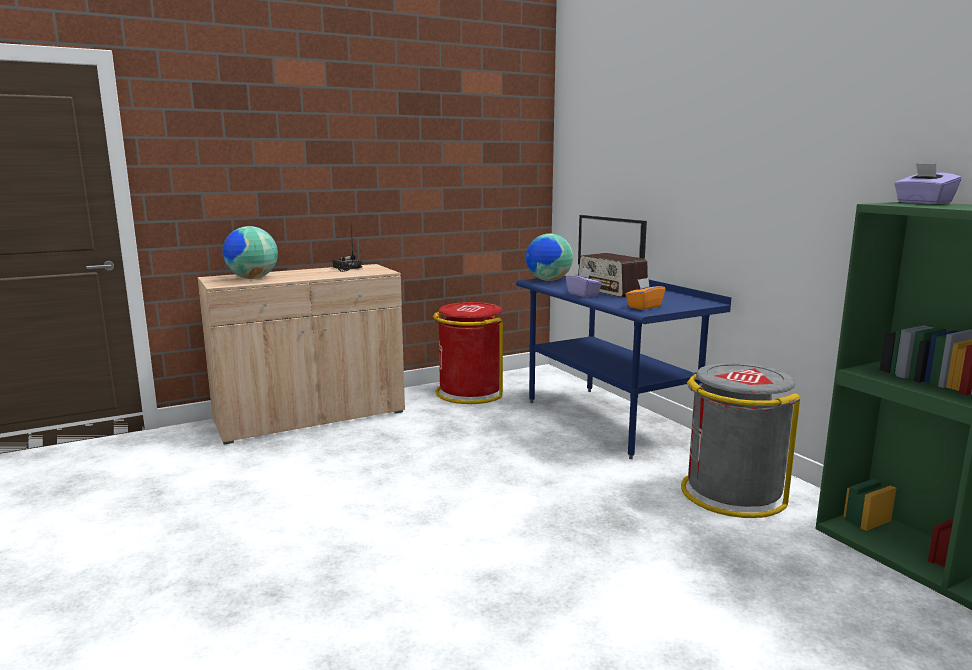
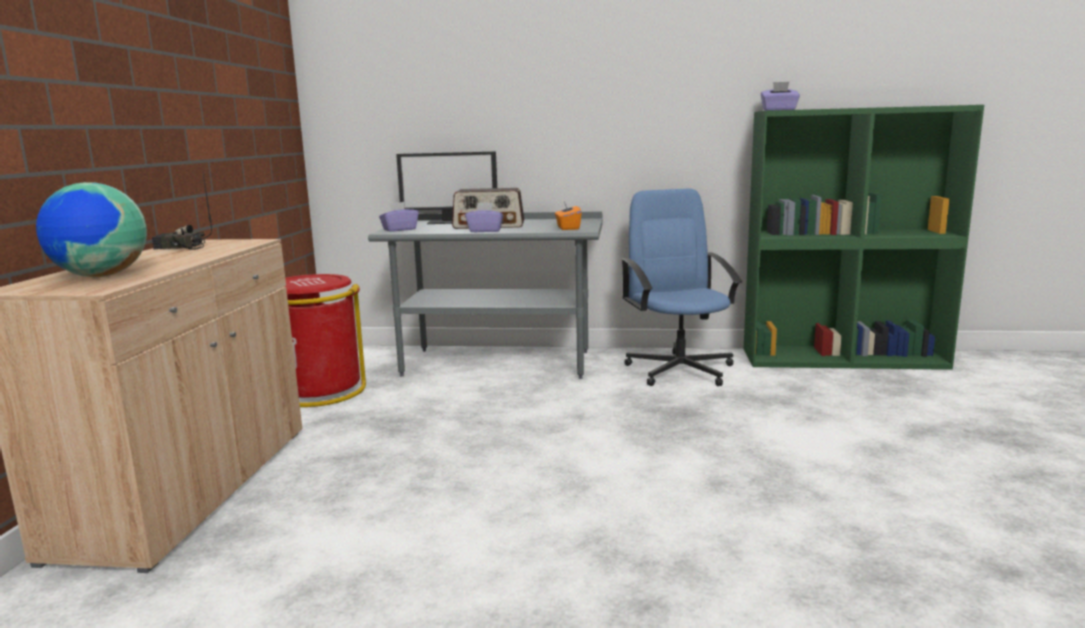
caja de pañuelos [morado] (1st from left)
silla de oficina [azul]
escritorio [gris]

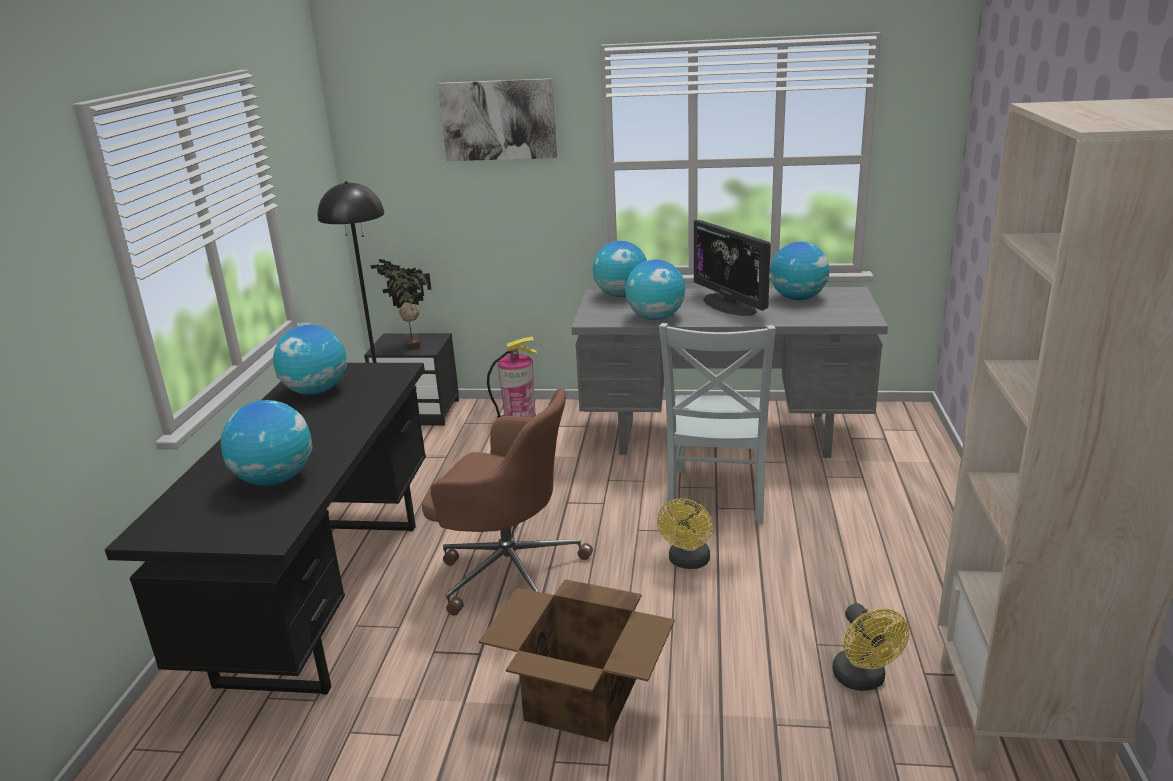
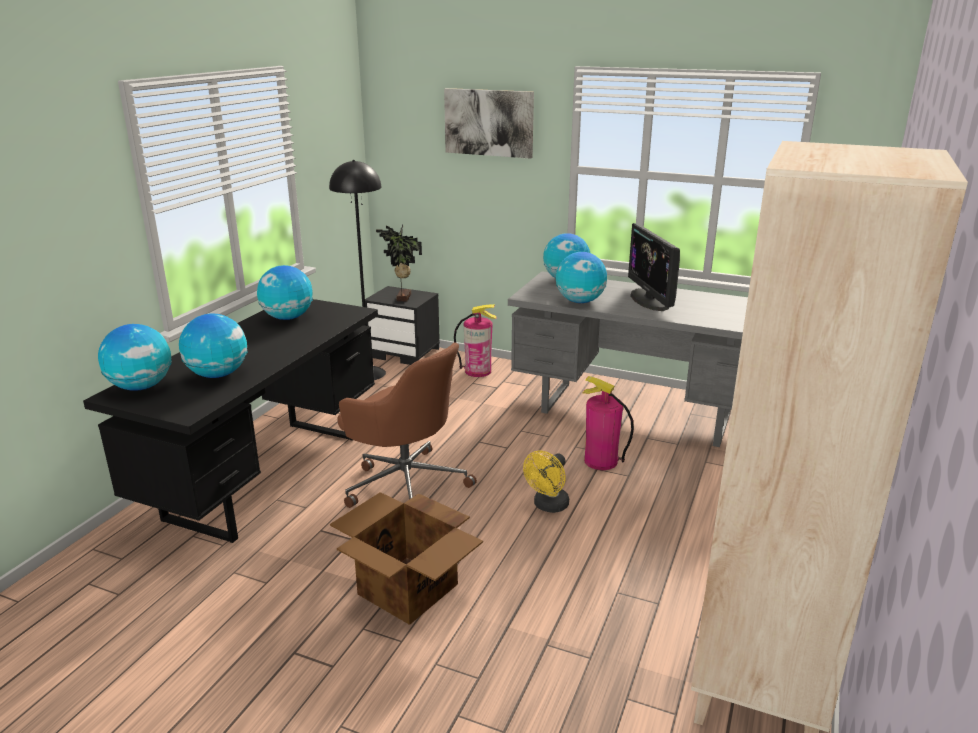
ventilador [amarillo] (2nd from left in the first image)
globo terráqueo (1st from left)
extintor (2nd from left)

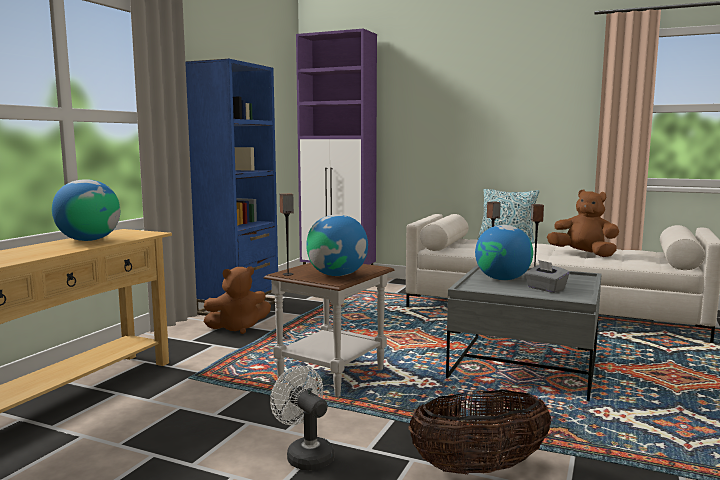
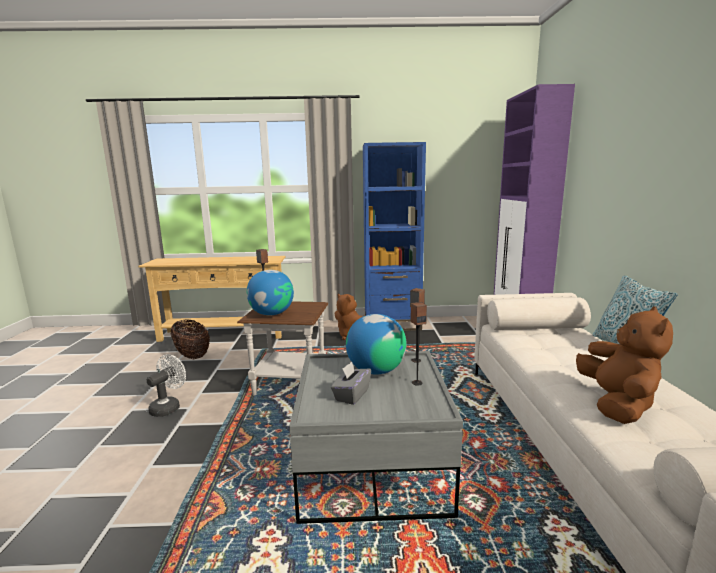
globo terráqueo (1st from left in the first image)
cesta

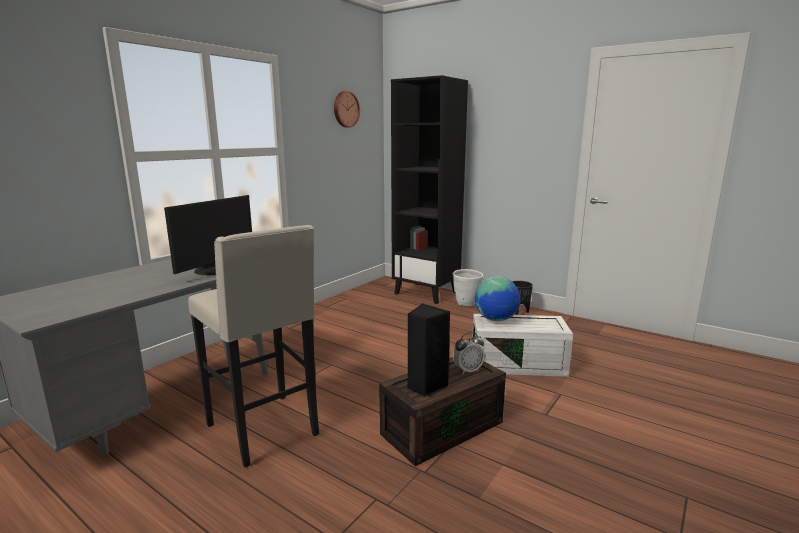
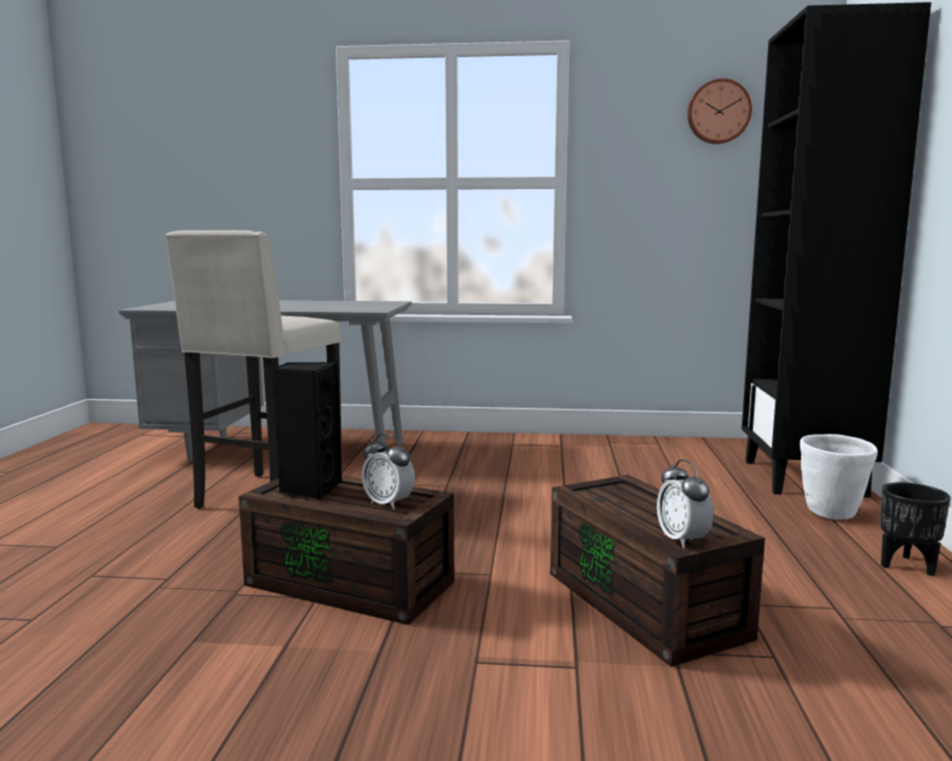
monitor
globo terráqueo
despertador (2nd from left)
caja de almacenaje [marrón] (2nd from left)

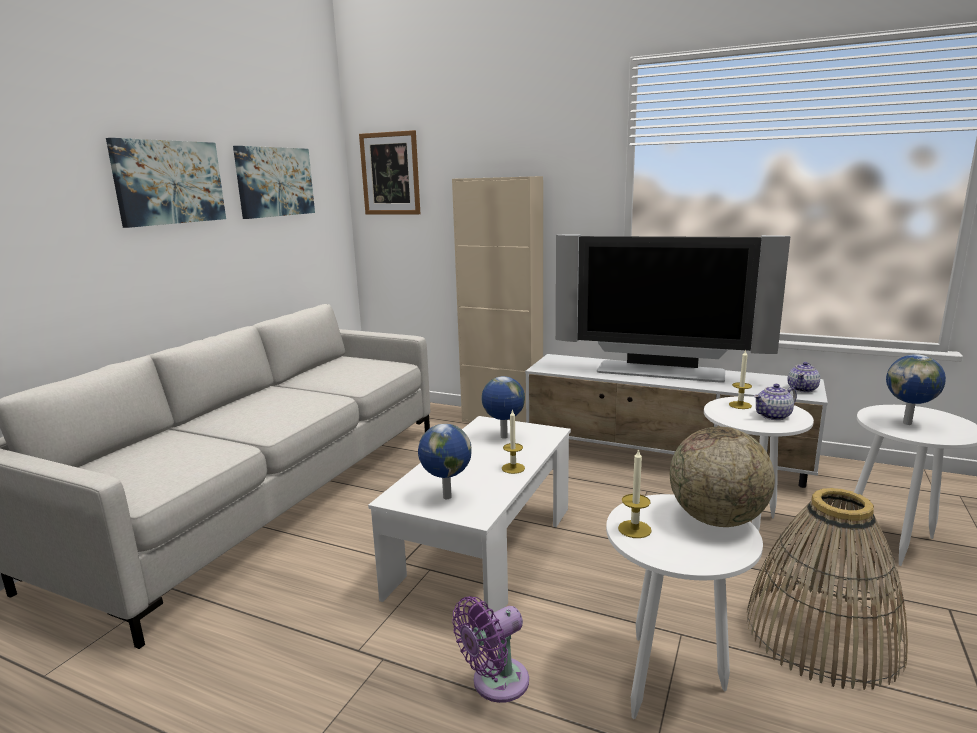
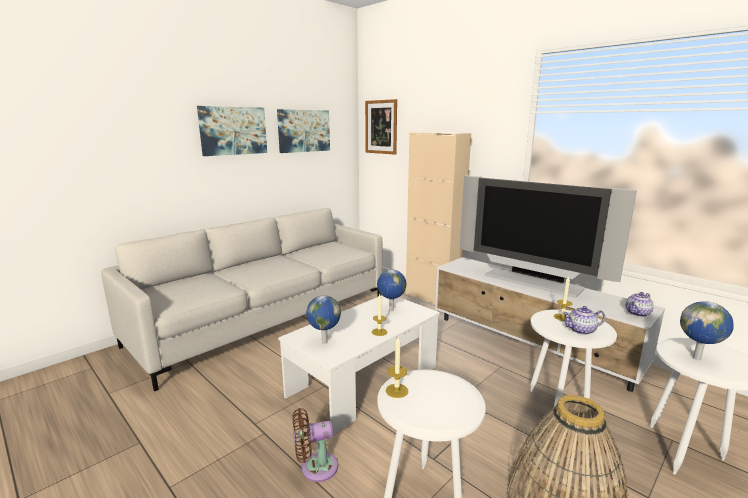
globo terráqueo (3rd from left in the first image)
ventilador [marrón]

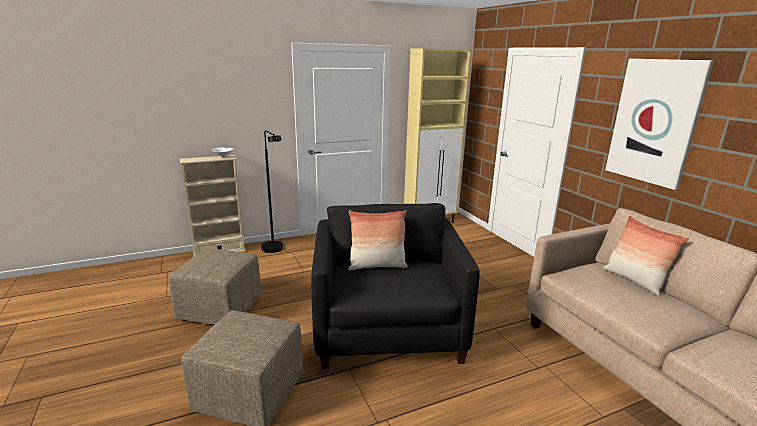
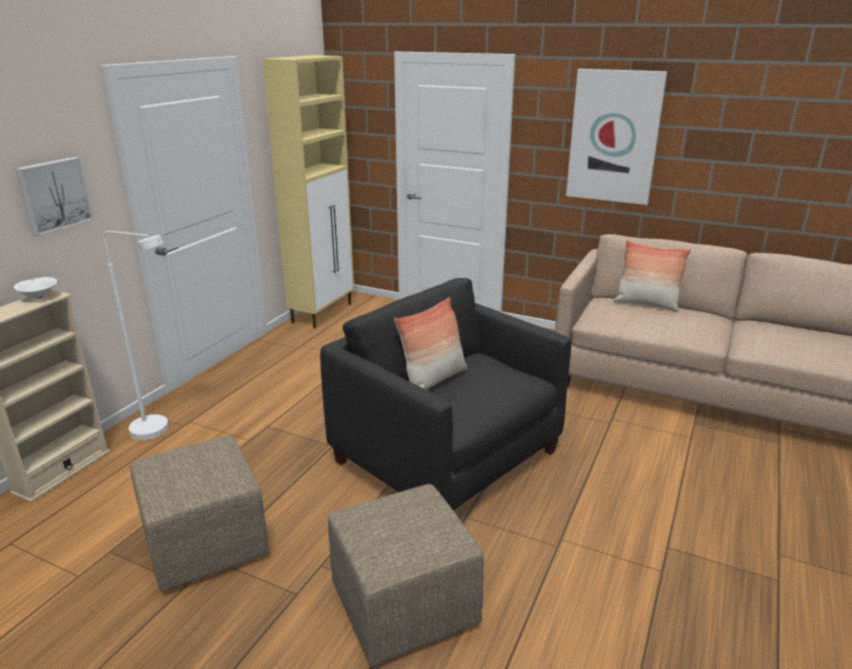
cuadro (1st from left)
lámpara de pie [blanco]

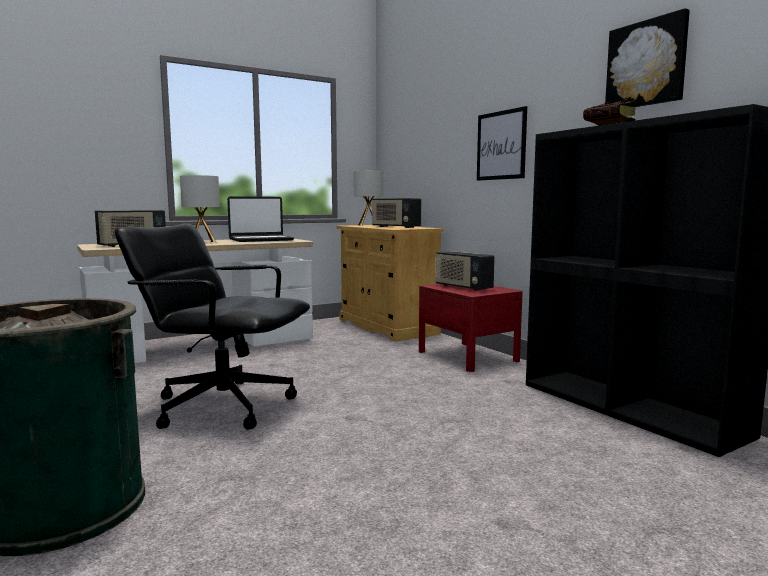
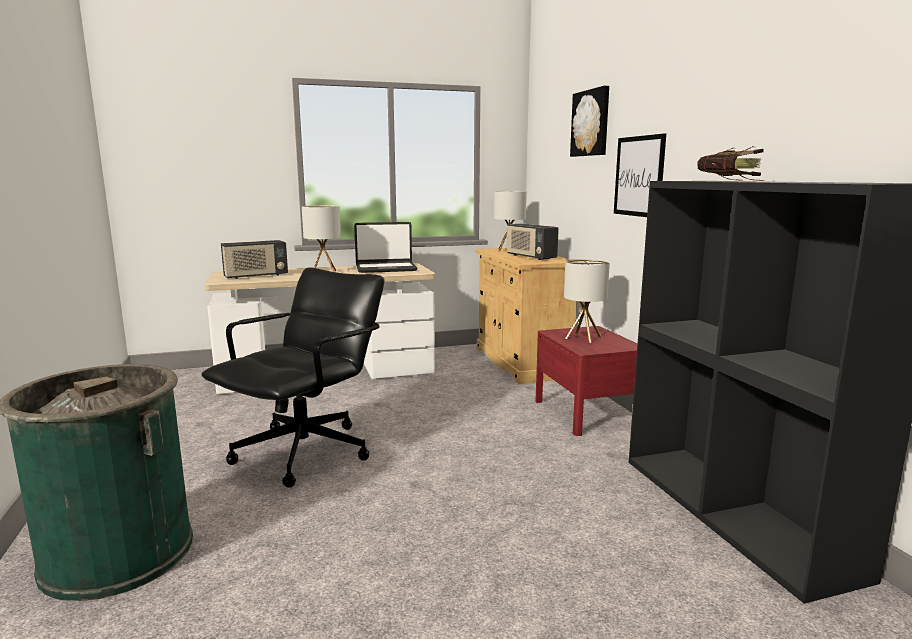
cuadro (1st from left)
lámpara de mesa (3rd from left)
silla de oficina [negro]

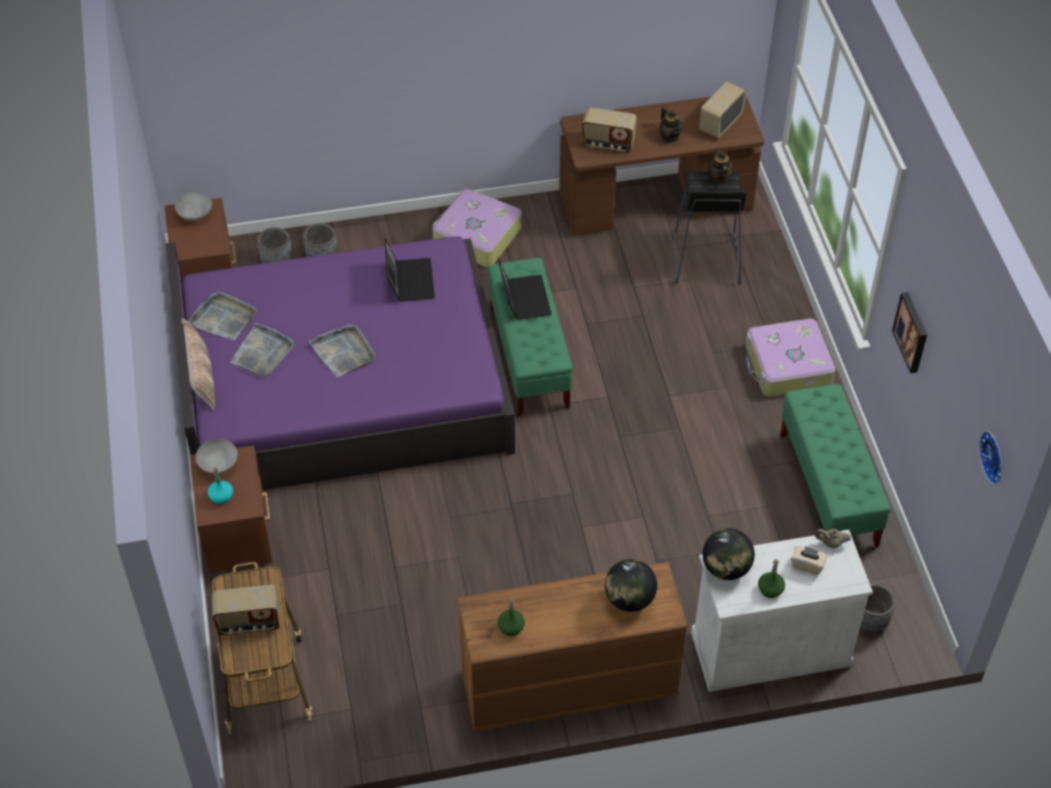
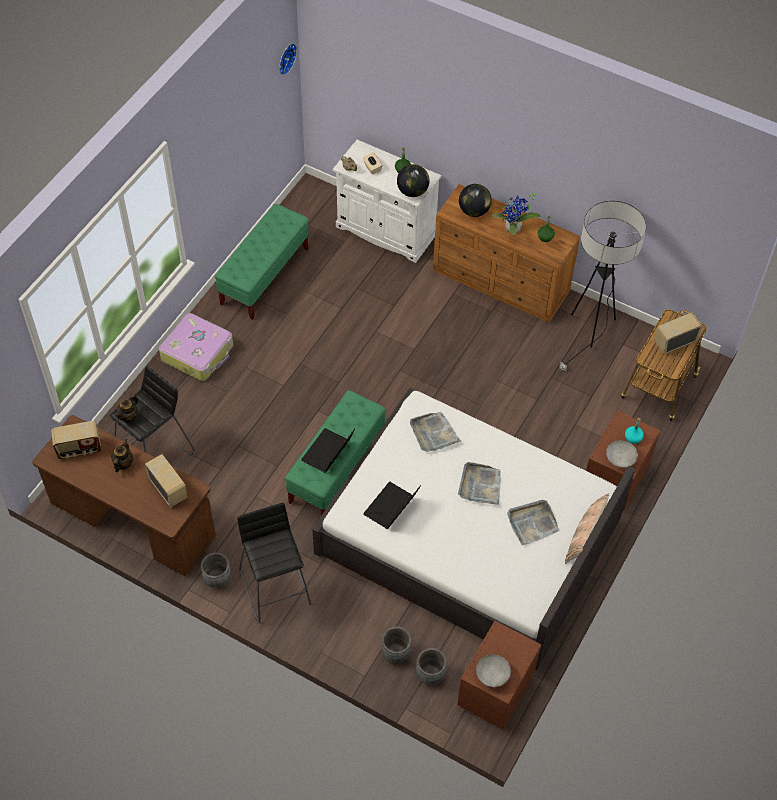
cuadro
planta en maceta
lámpara de pie
bandeja [gris] (1st from left)
maceta [gris] (1st from left)
taburete [negro] (2nd from left)
cama [blanco]
radio (3rd from left)

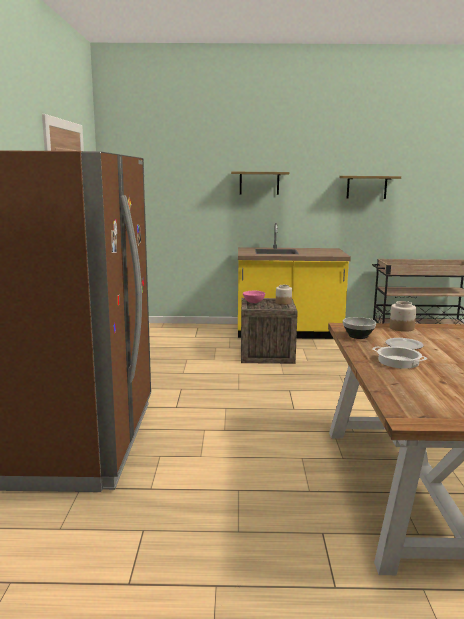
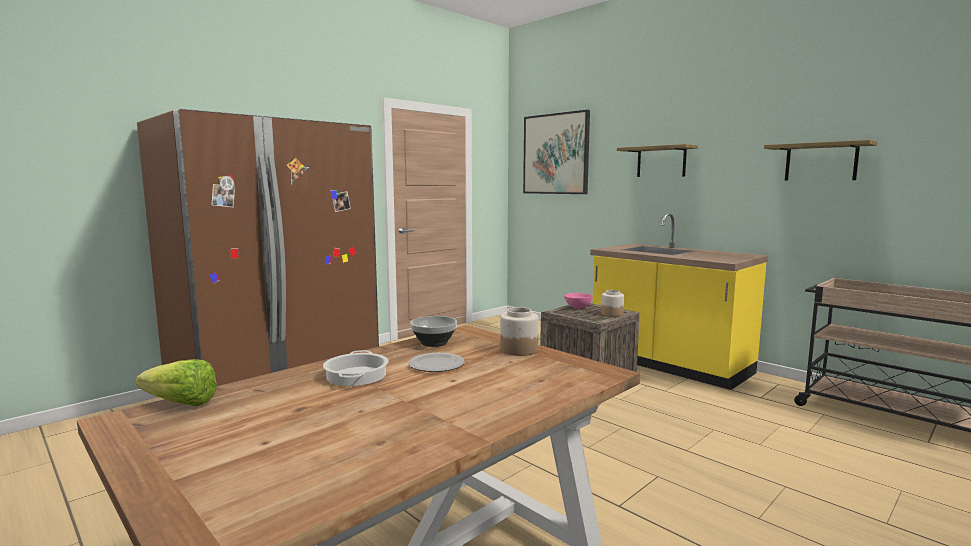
lechuga
cuadro

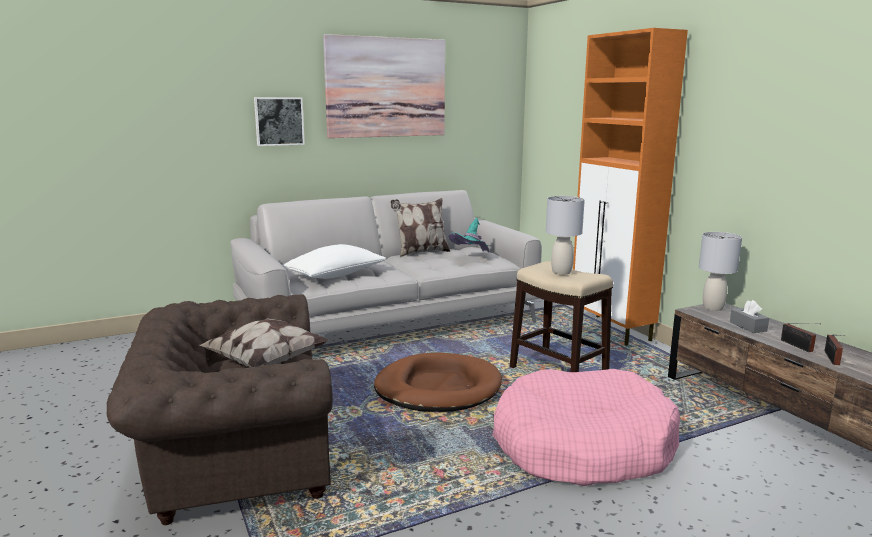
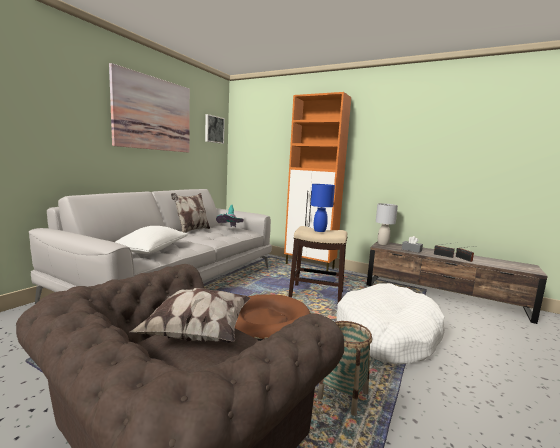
cesta
cuadro (2nd from left)
cama para perro [blanco]
lámpara de mesa [azul]

